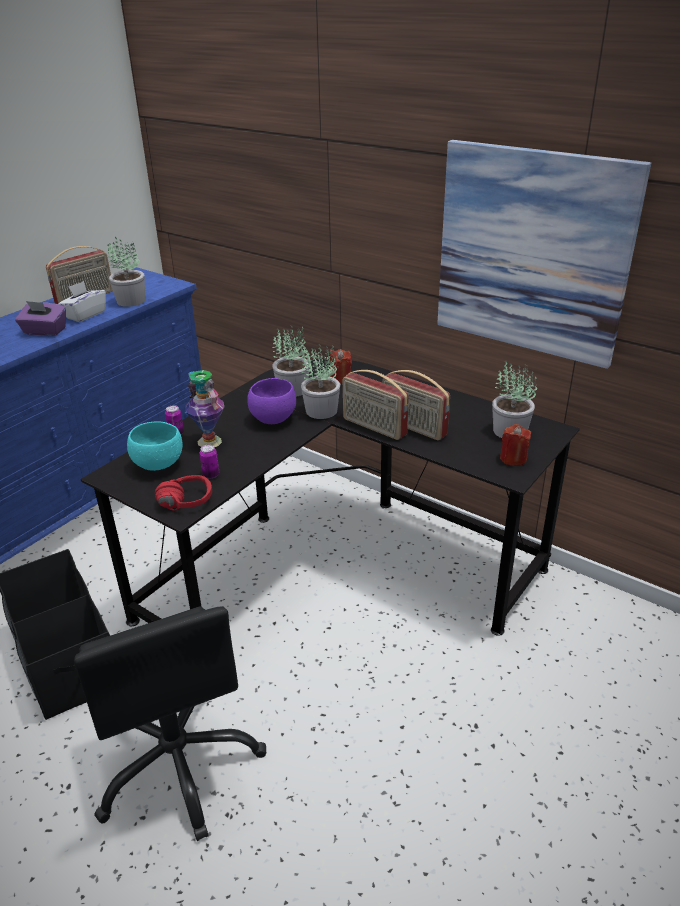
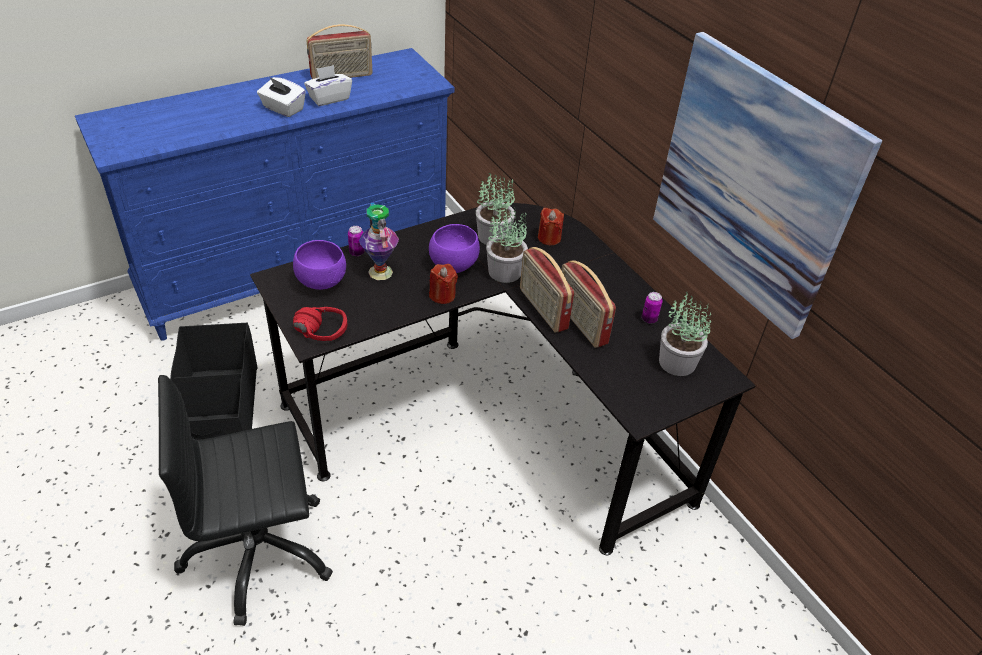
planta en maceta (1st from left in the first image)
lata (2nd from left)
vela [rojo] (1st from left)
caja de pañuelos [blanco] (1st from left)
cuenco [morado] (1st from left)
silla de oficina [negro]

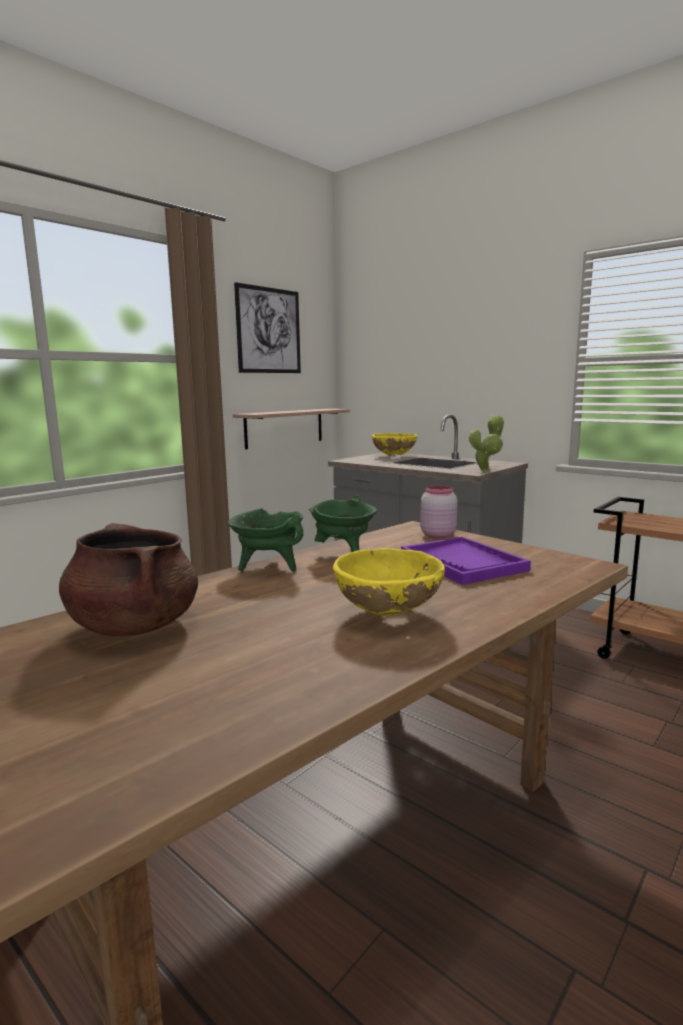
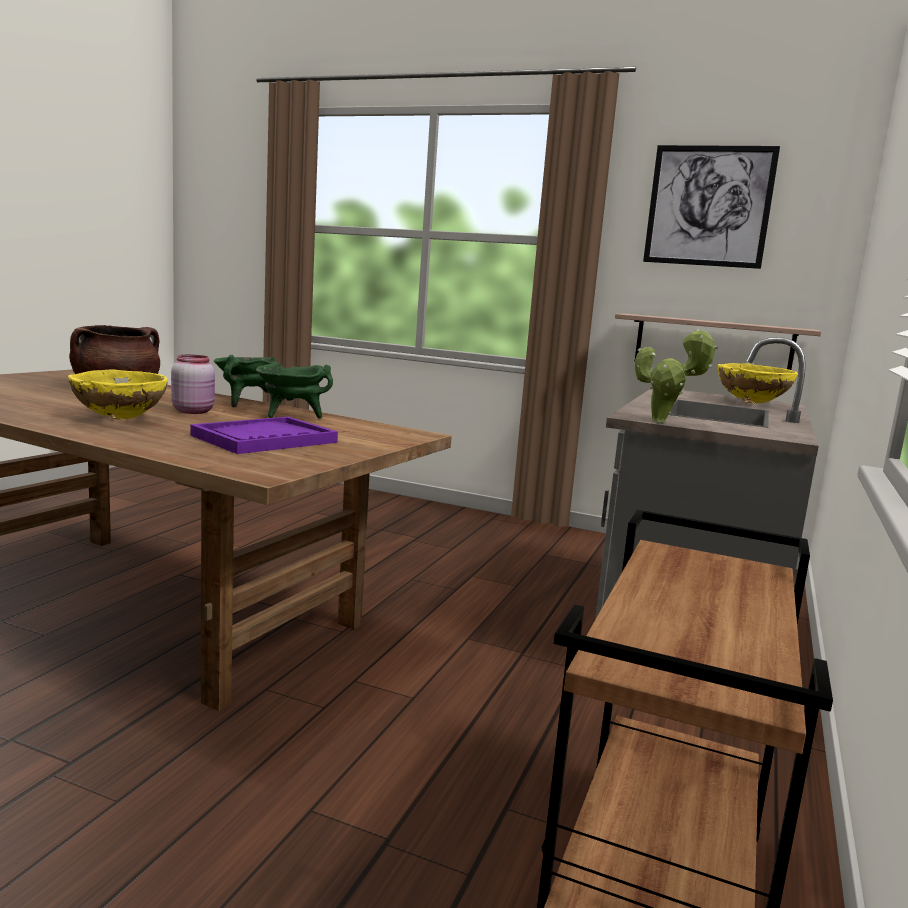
tarro [rosa]

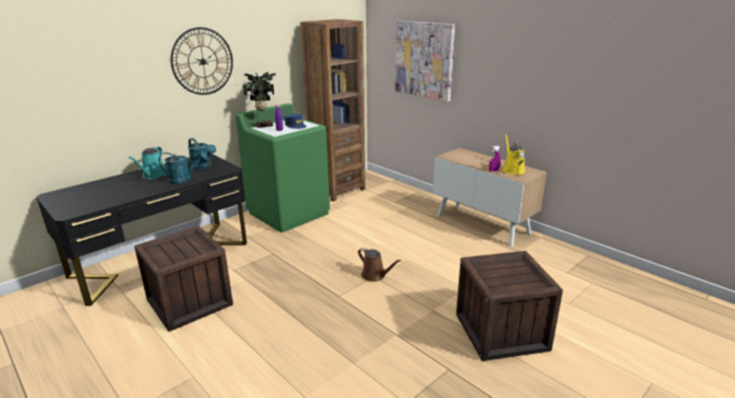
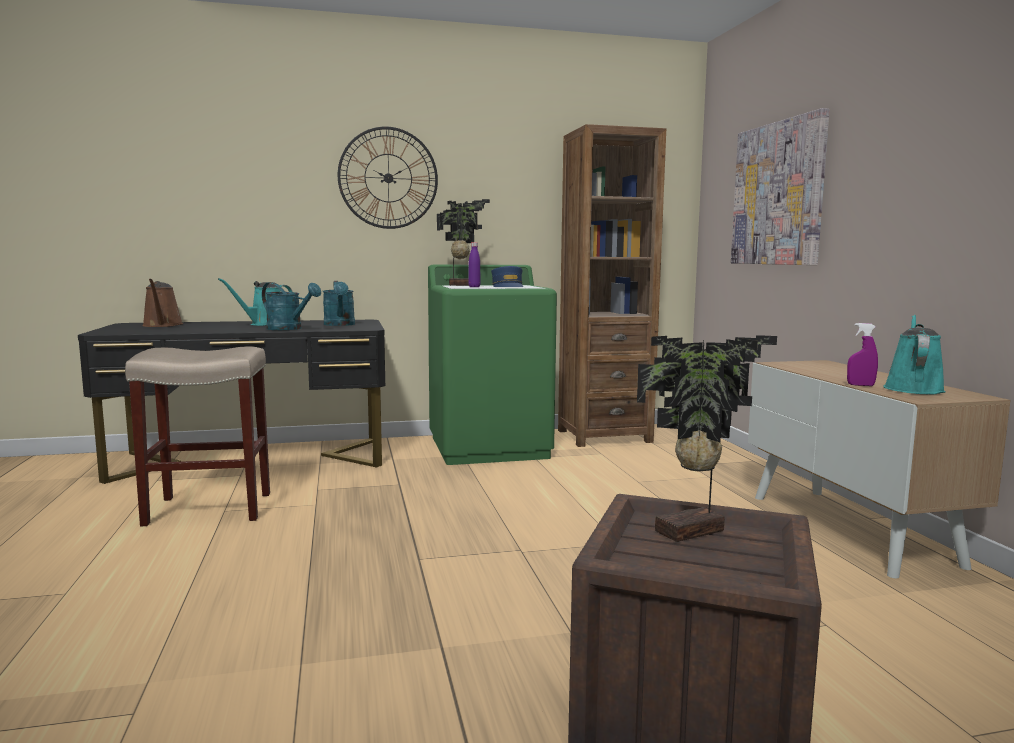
planta en maceta (2nd from left)
regadera [marrón]
taburete [beis]
regadera [turquesa] (4th from left)

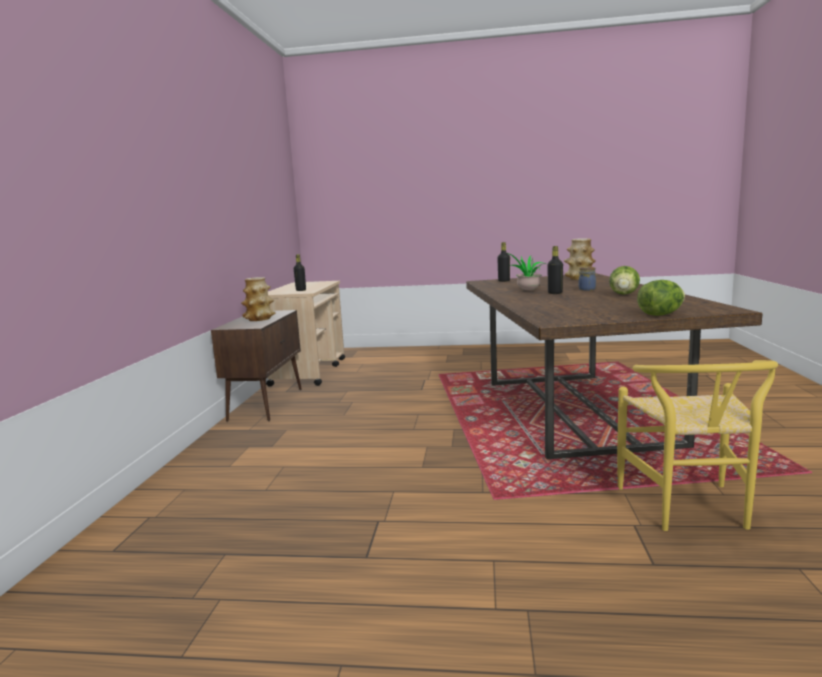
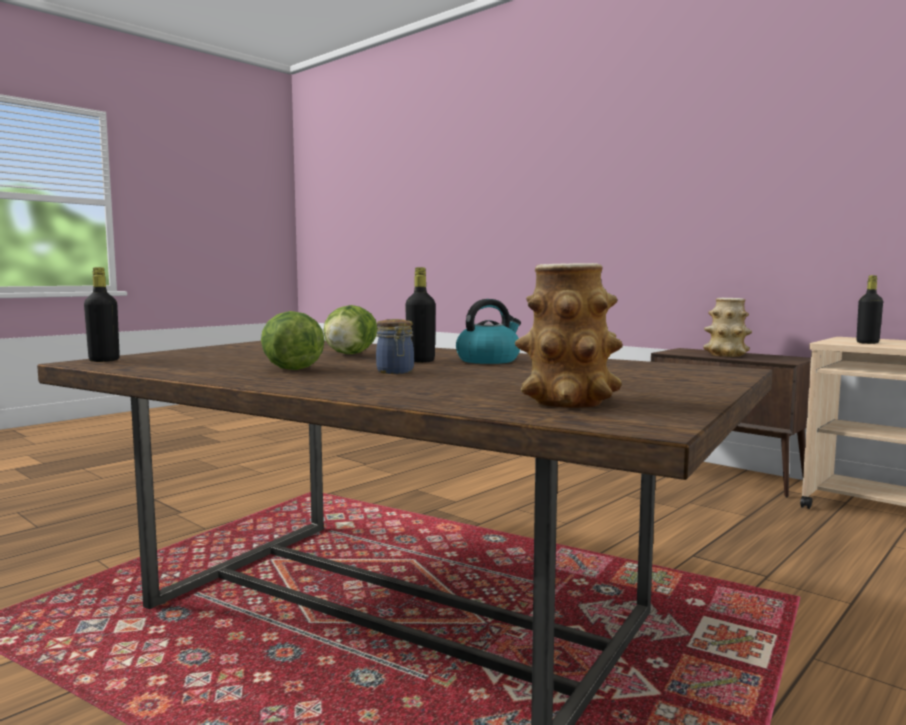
silla [amarillo]
botella [negro] (1st from left)
lechuga (2nd from left)
hervidor

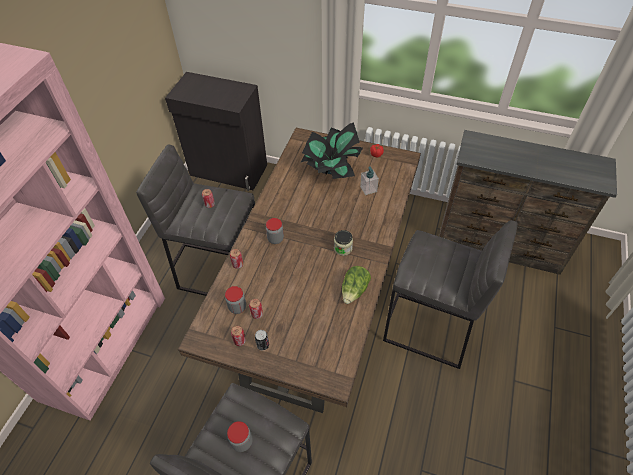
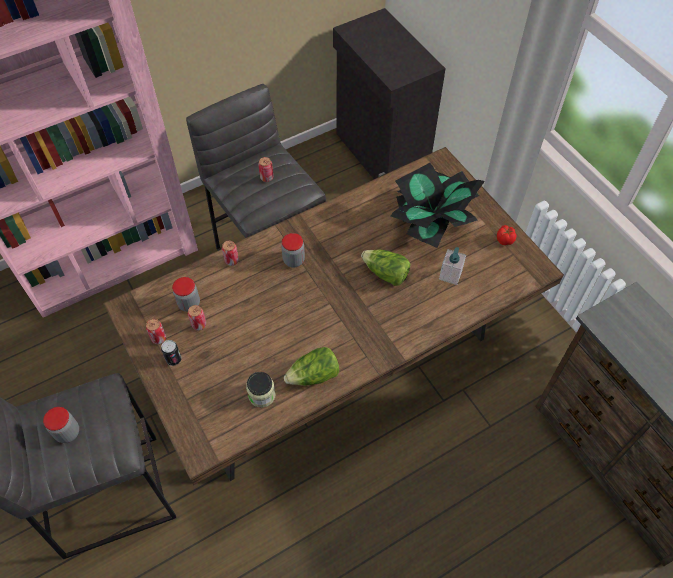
taburete [gris] (3rd from left in the first image)
lechuga (2nd from left)
tarro (3rd from left)

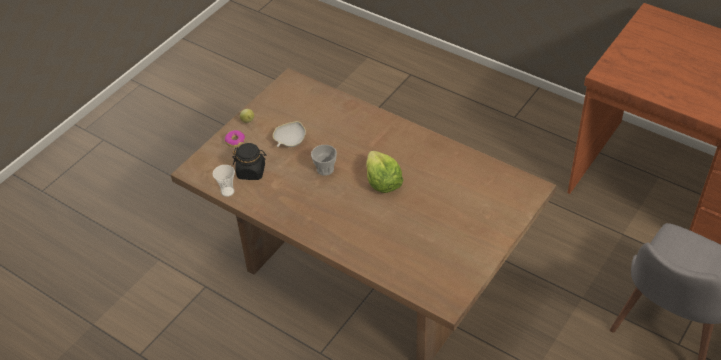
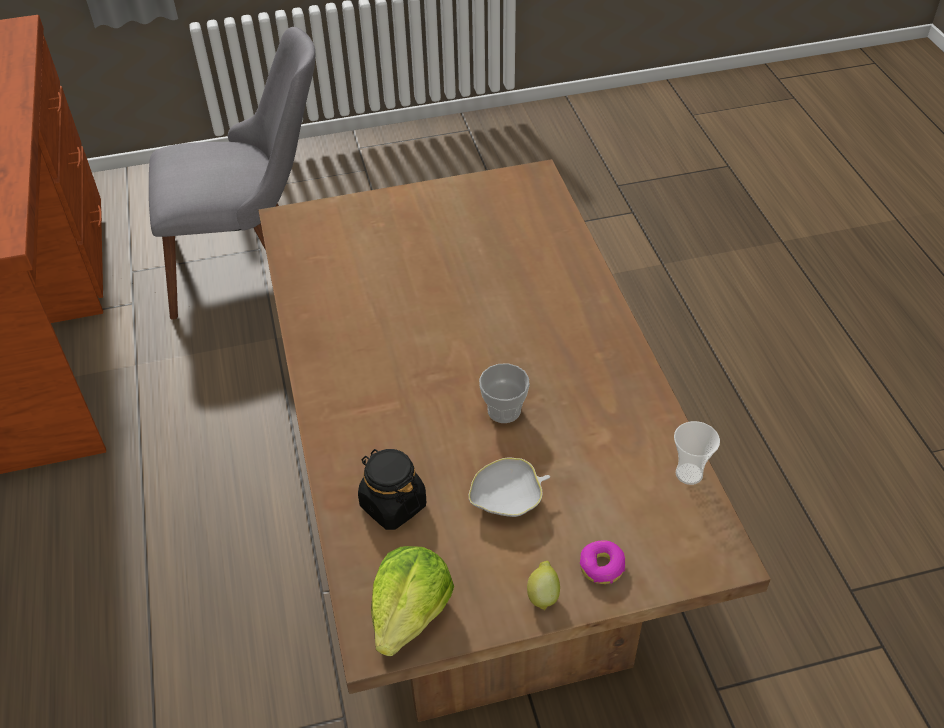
tarro [negro]
lechuga

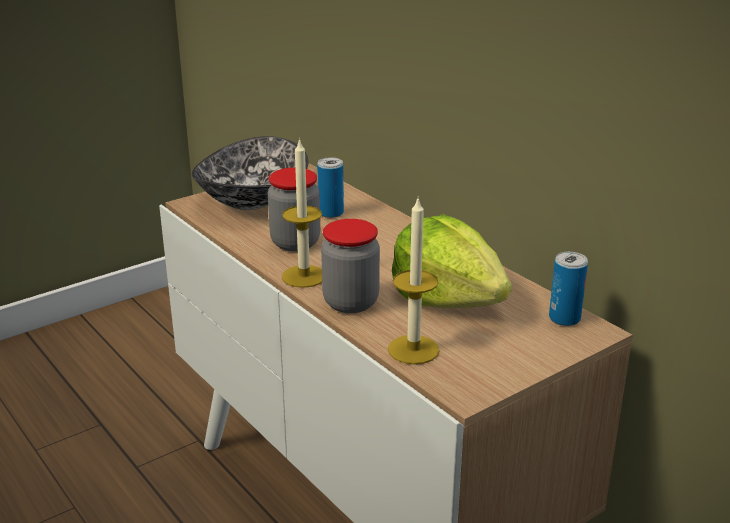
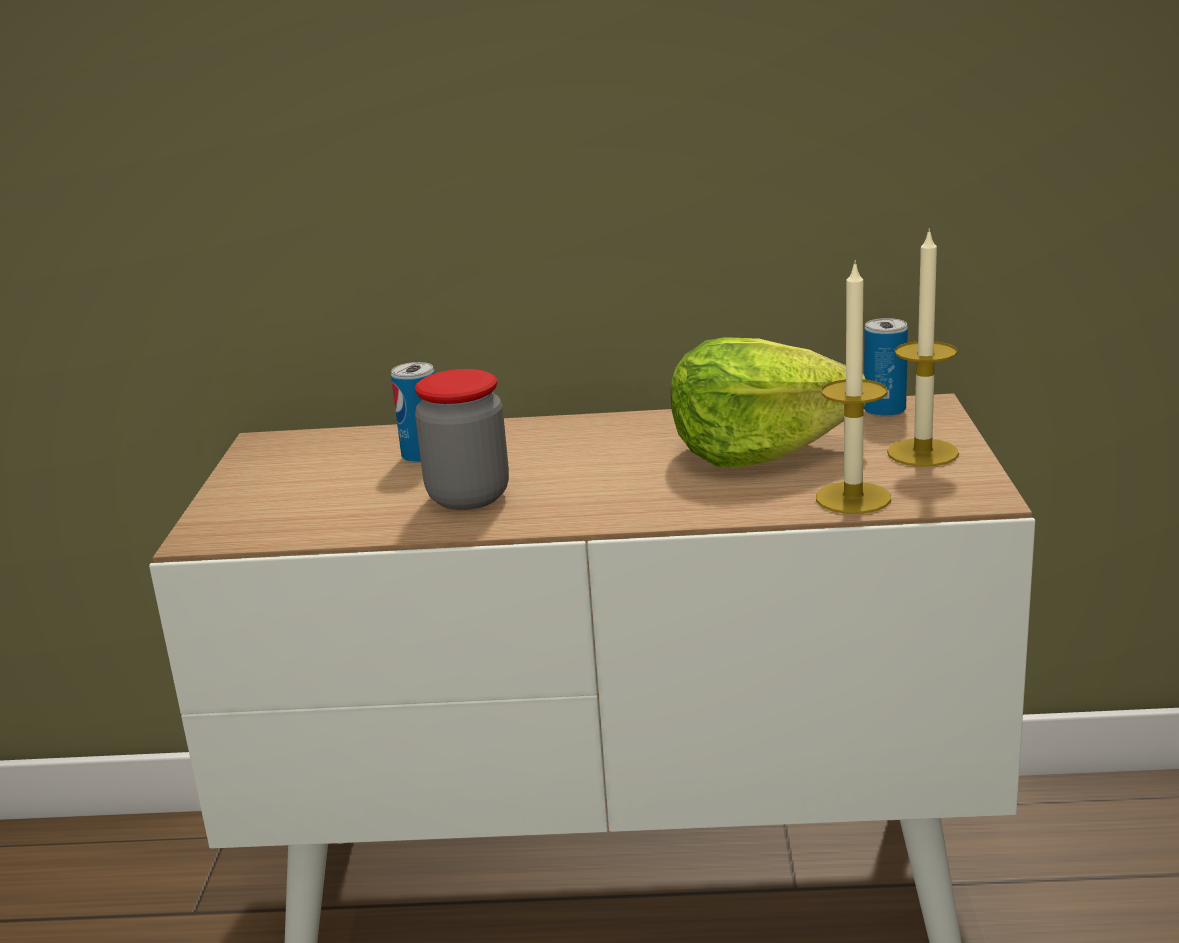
cuenco
tarro (2nd from left in the first image)
vela (2nd from left)

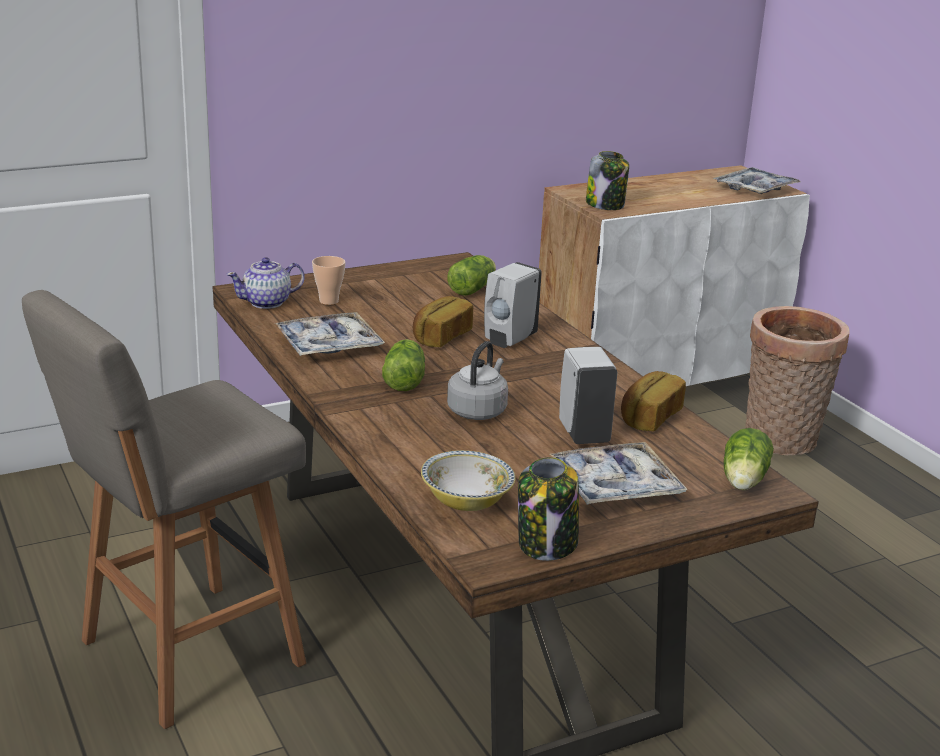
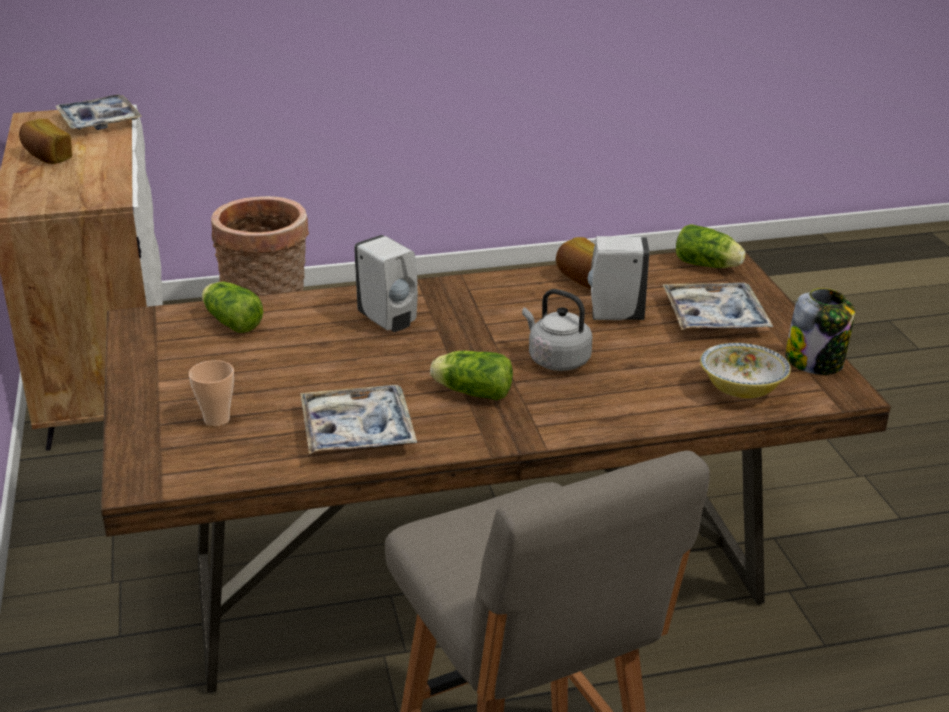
tetera
tarro (2nd from left in the first image)
pan (1st from left)

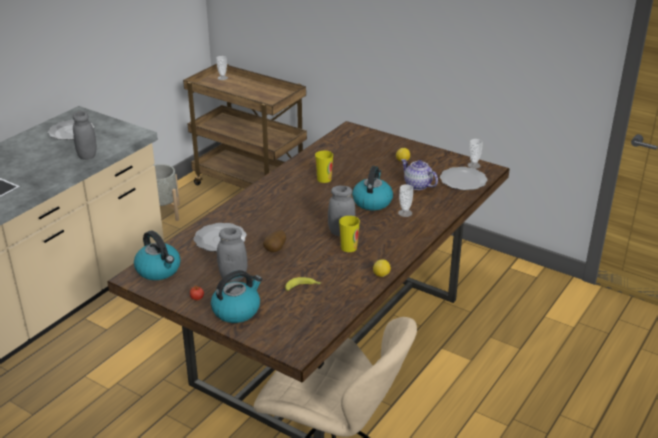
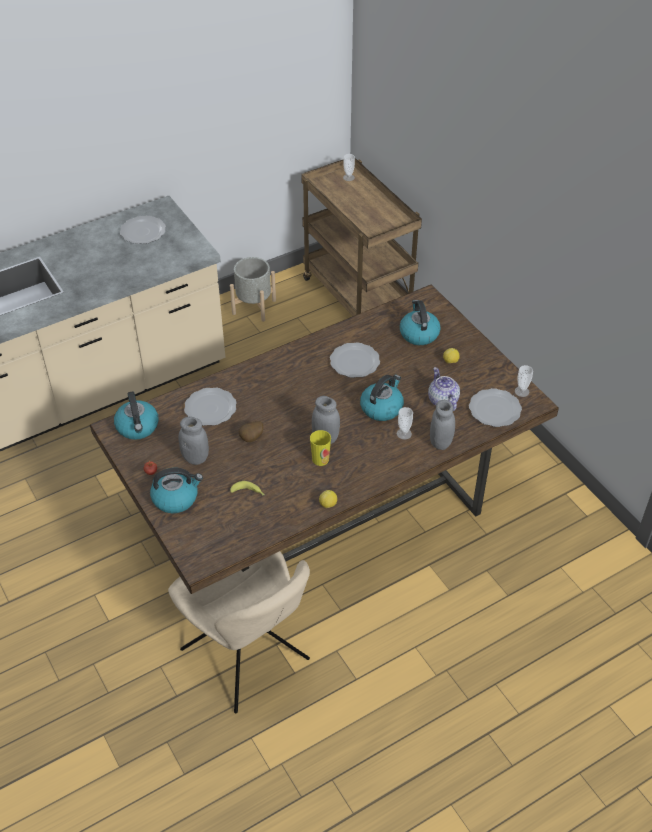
hervidor (4th from left)
tarro [gris] (3rd from left)
plato (3rd from left)

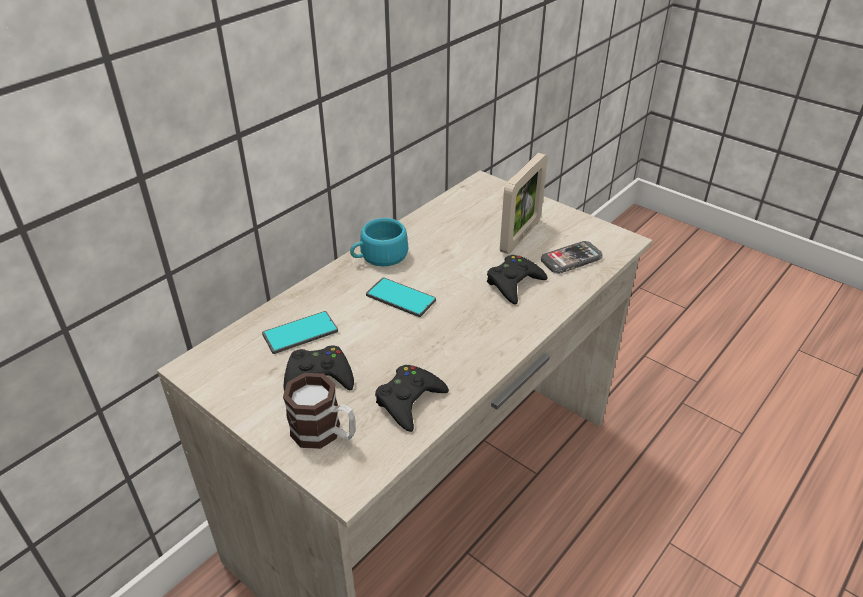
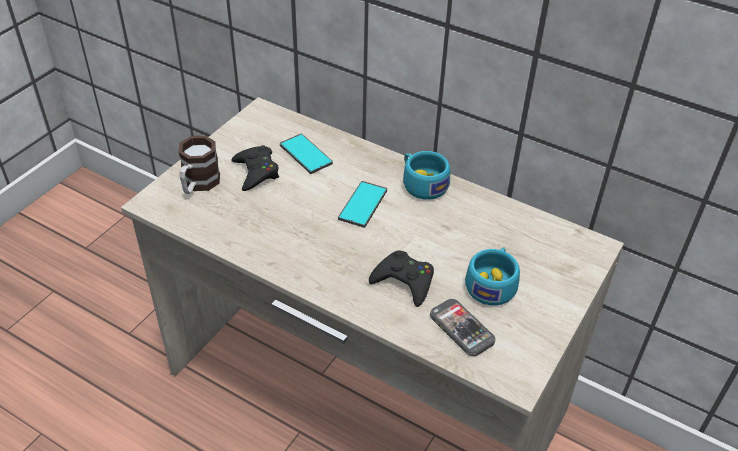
mando de consola [negro] (2nd from left in the first image)
taza [turquesa] (2nd from left)

